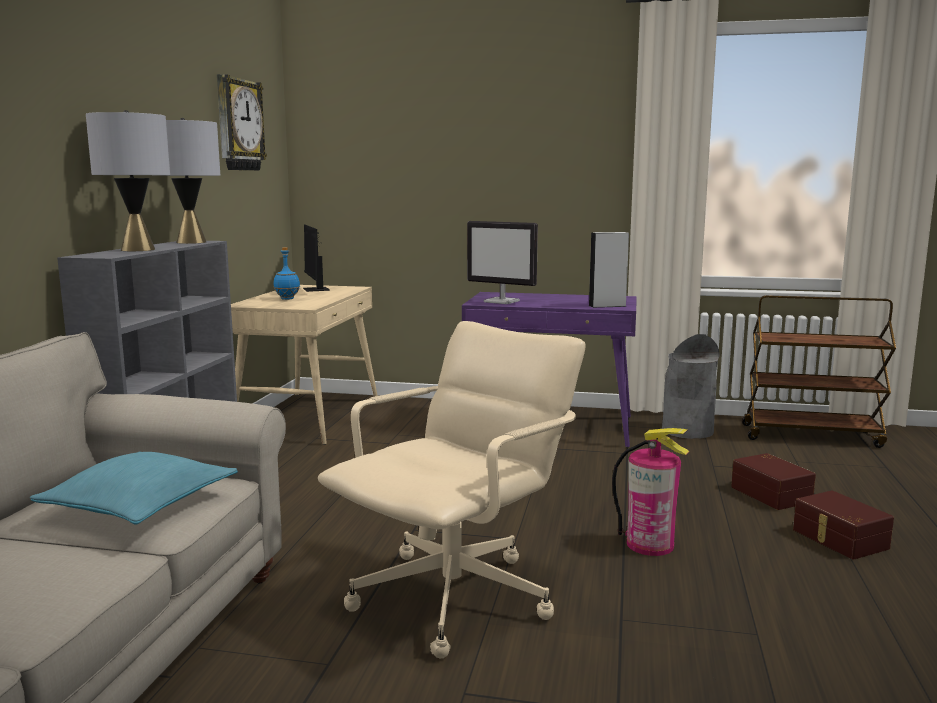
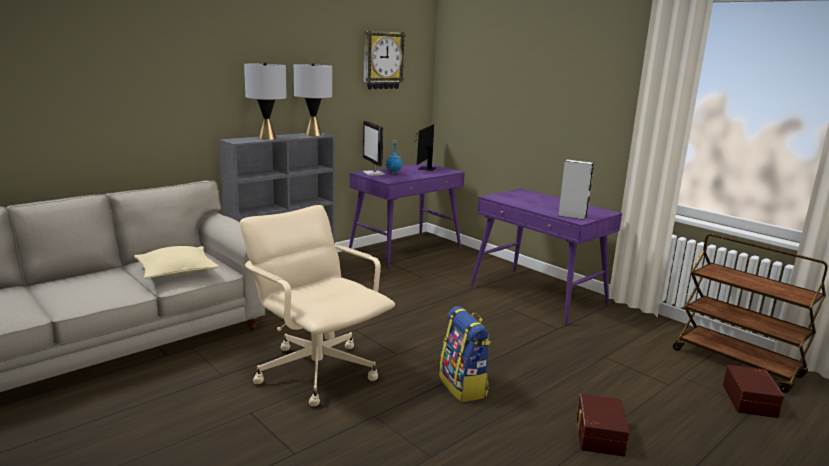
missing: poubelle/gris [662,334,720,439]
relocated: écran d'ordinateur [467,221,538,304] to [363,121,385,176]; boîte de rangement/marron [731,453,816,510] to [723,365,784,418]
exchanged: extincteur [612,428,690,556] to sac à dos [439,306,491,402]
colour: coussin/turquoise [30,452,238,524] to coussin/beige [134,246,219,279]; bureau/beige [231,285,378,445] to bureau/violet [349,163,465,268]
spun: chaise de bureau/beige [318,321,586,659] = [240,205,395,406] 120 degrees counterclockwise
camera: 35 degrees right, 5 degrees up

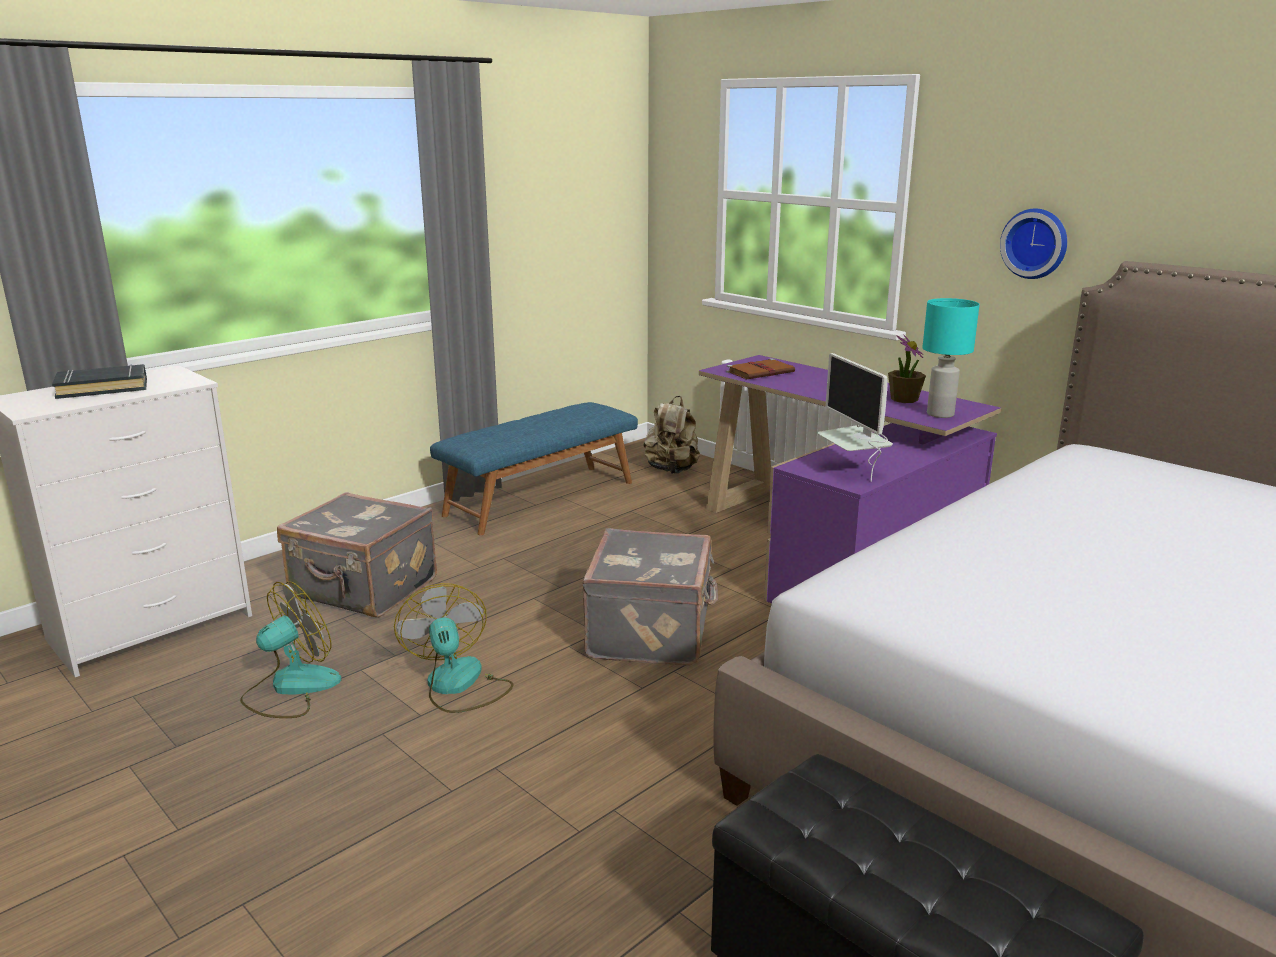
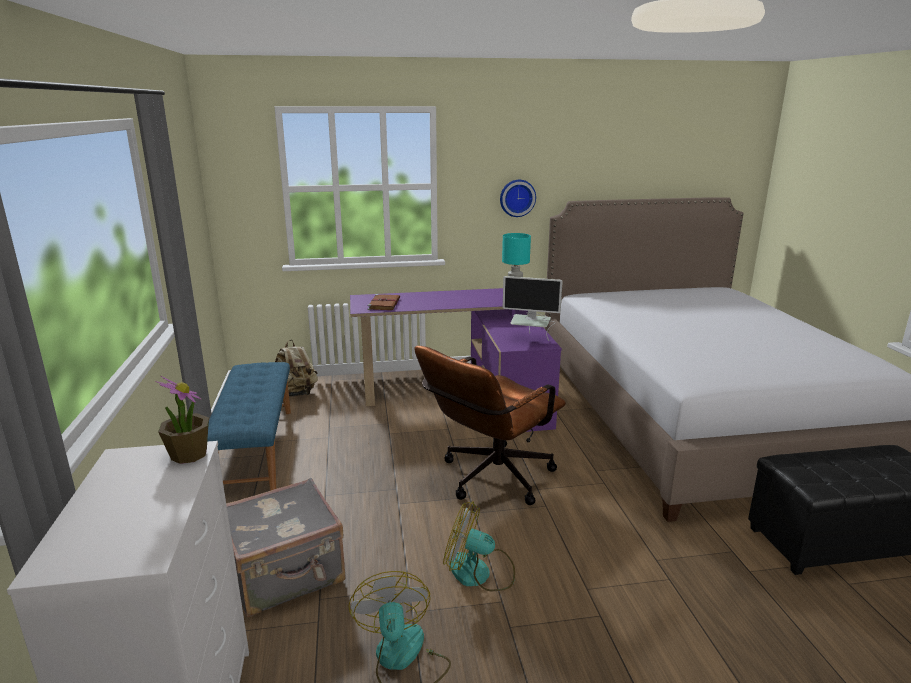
missing: livre/noir [52,364,147,399]
relocated: plante en pot [888,334,926,403] to [155,376,209,464]
exchanged: valise/gris [582,528,718,666] to chaise de bureau/marron [415,346,566,505]
camera: 55 degrees left, 0 degrees up

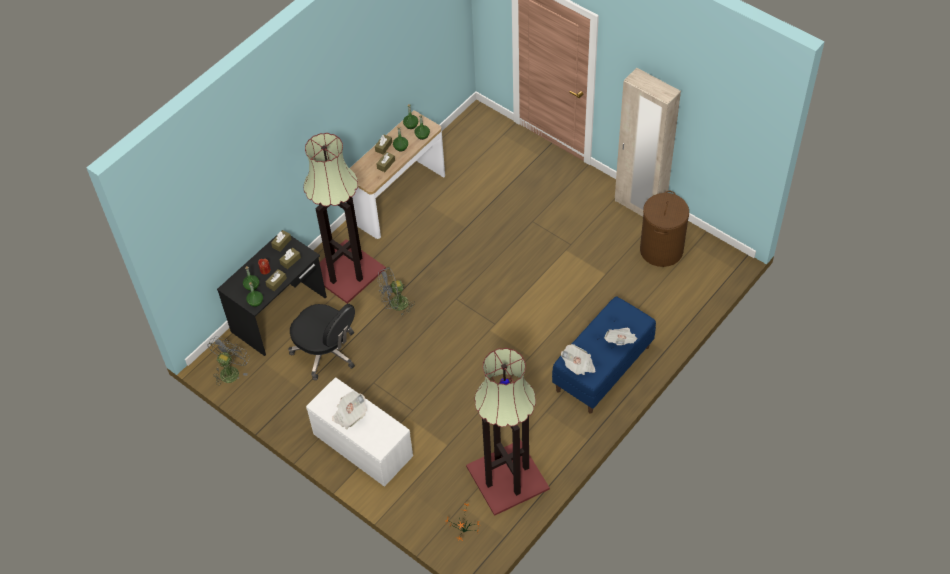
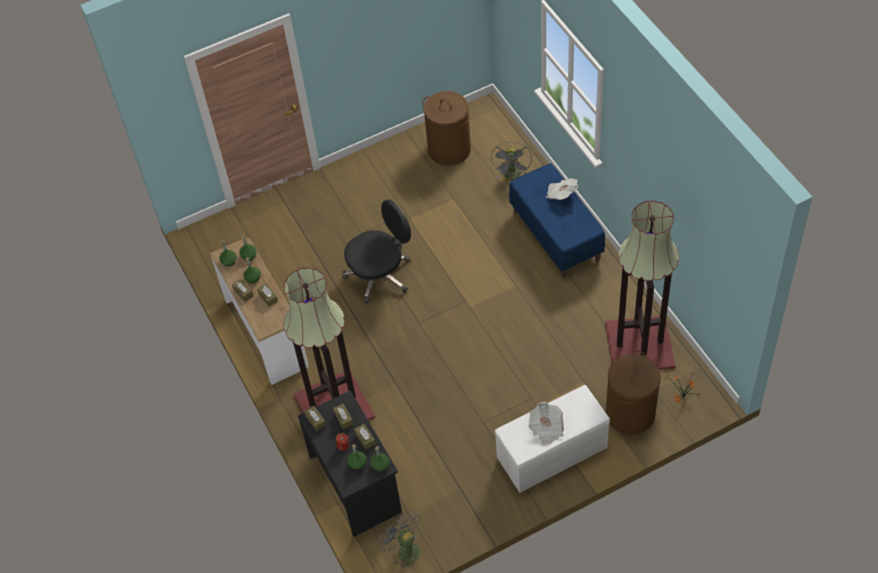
missing: journal [561,344,595,375]; armoire/beige [615,68,681,217]
appeared: panier à linge/marron [606,351,660,435]
relocated: chaise de bureau/noir [288,304,355,380] to [342,200,411,304]; ventilateur/gris [378,267,414,316] to [491,142,532,179]
camera: 65 degrees left, 0 degrees up

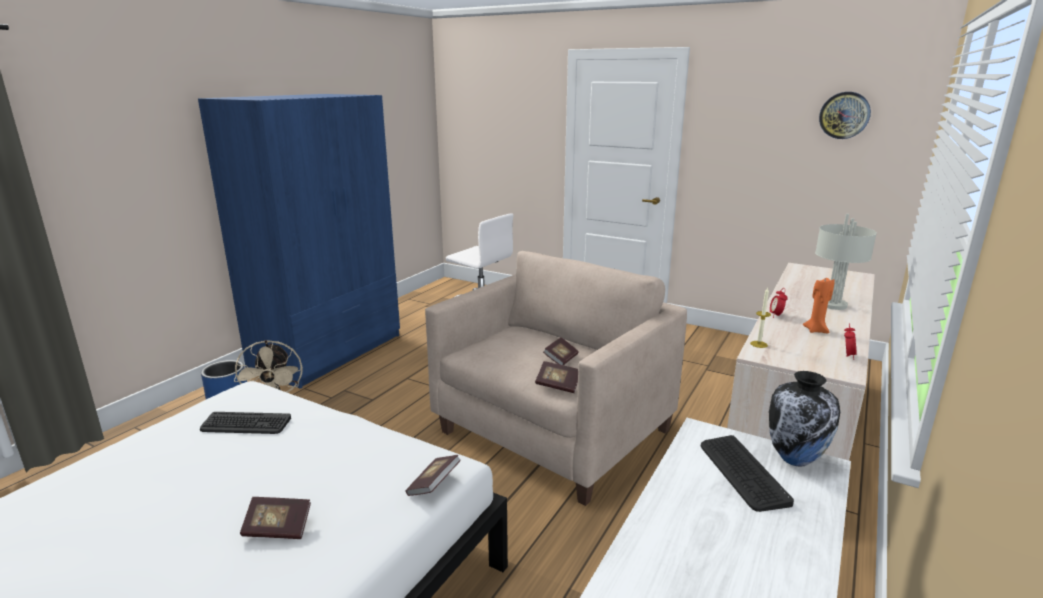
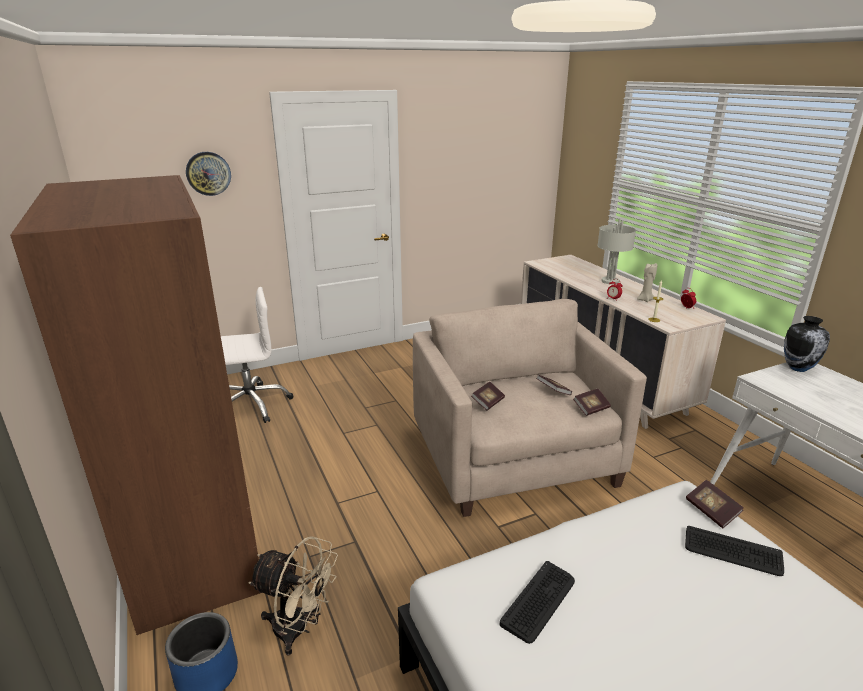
relocated: livre [240,497,311,539] to [471,382,505,411]; clavier [701,435,794,512] to [685,526,784,576]; horloge murale [819,92,871,139] to [186,152,231,196]
colour: armoire/bleu [198,94,400,389] to armoire/marron [10,175,260,635]; bougie/orange [803,277,834,333] to bougie/beige [637,263,657,302]
camera: 55 degrees left, 5 degrees up

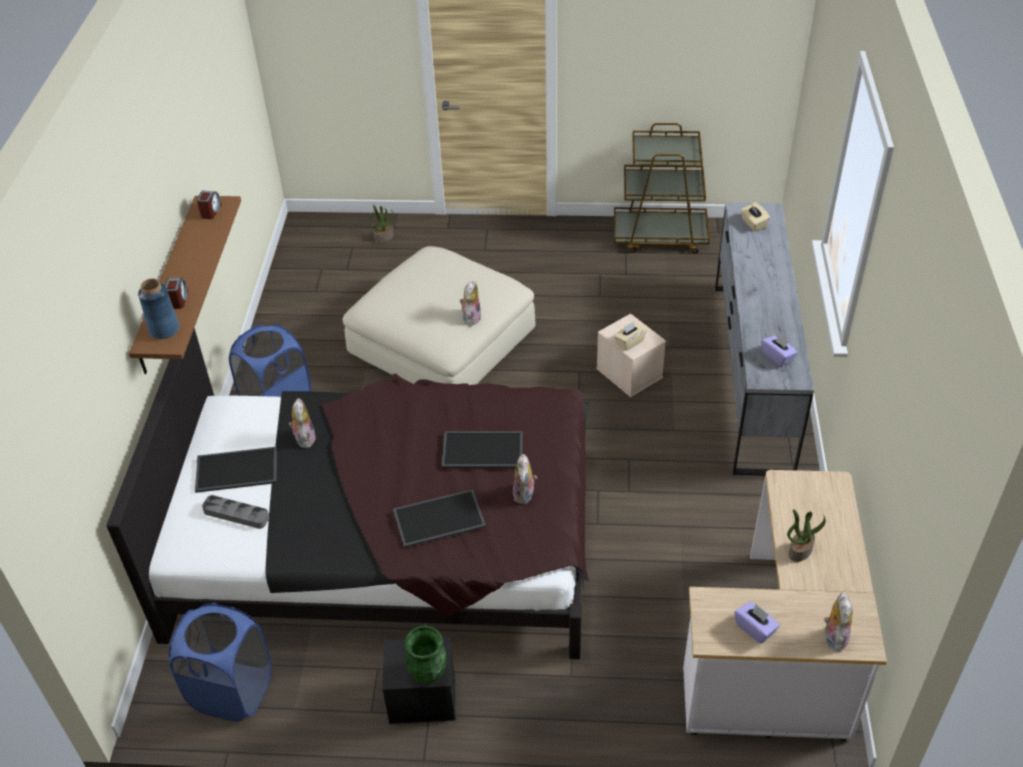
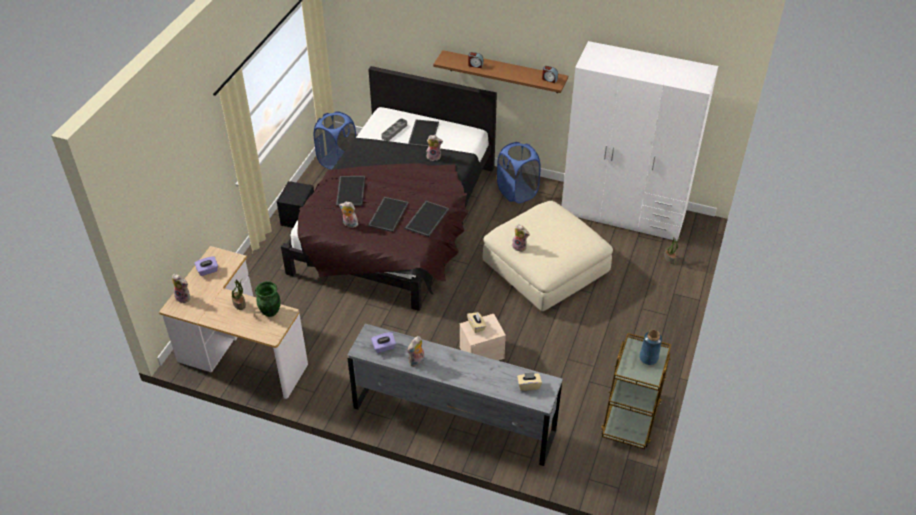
appeared: plateau [405,201,449,237]; peluche [407,336,425,367]; armoire/blanc [562,41,718,241]
relocated: vase/bleu [138,279,180,339] to [639,330,662,365]; vase/vert [404,626,447,684] to [255,281,281,317]
camera: 105 degrees right, 0 degrees up

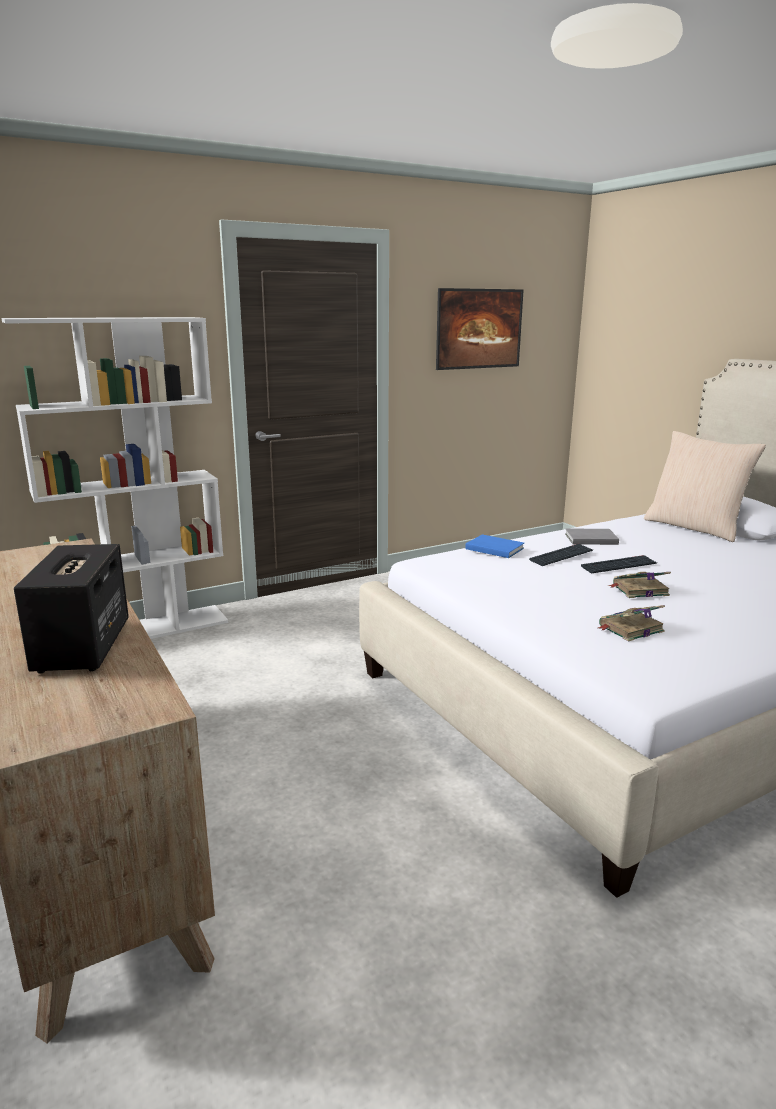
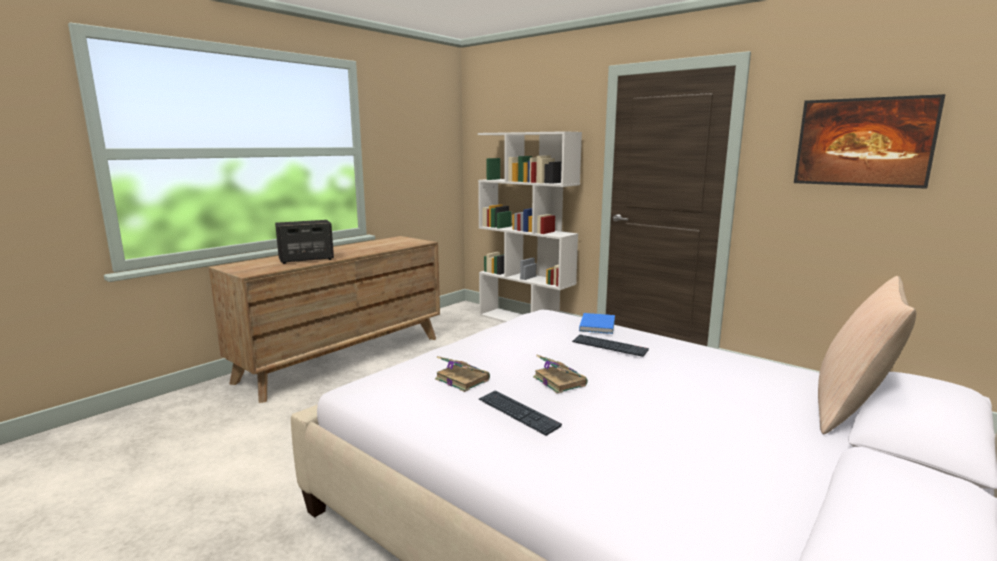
missing: livre/gris [565,529,619,545]
relocated: clavier [581,555,657,574] to [479,390,562,436]
camera: 70 degrees right, 5 degrees down

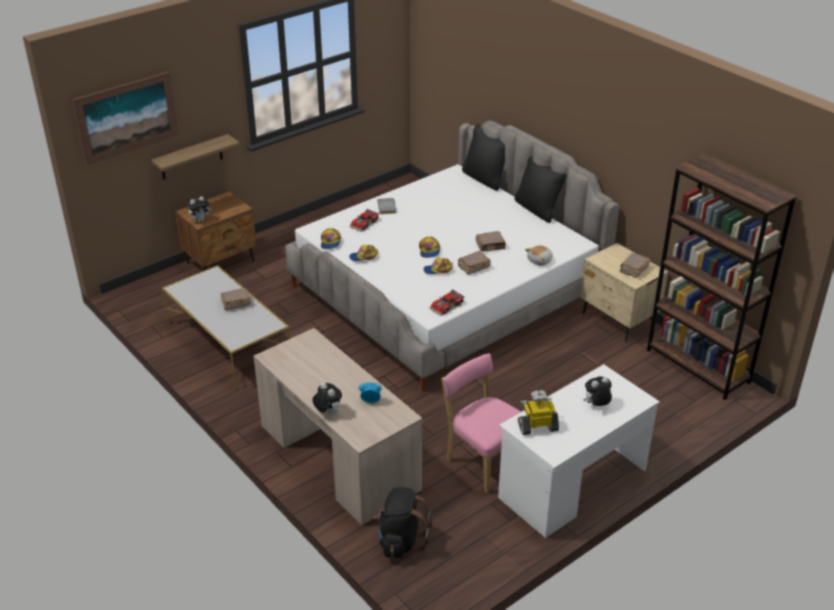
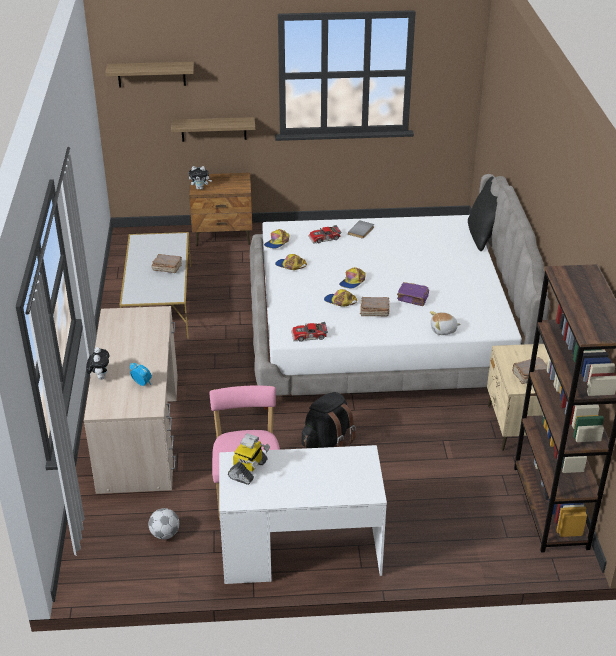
missing: coussin/noir [515,156,566,223]; peluche [583,377,612,406]
appeared: ballon de foot [149,508,179,540]
relocated: sac à dos/noir [374,487,432,558] to [302,392,356,448]
exchanged: tableau [73,72,179,165] to étagère [105,62,194,88]
colour: livre/marron [476,231,506,251] to livre/violet [397,282,429,306]
spun: robot jouet [518,390,559,435] = [228,433,270,485] 90 degrees clockwise
camera: 35 degrees right, 0 degrees up

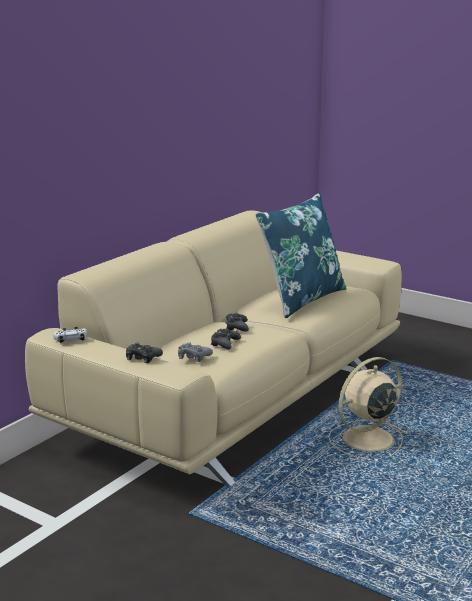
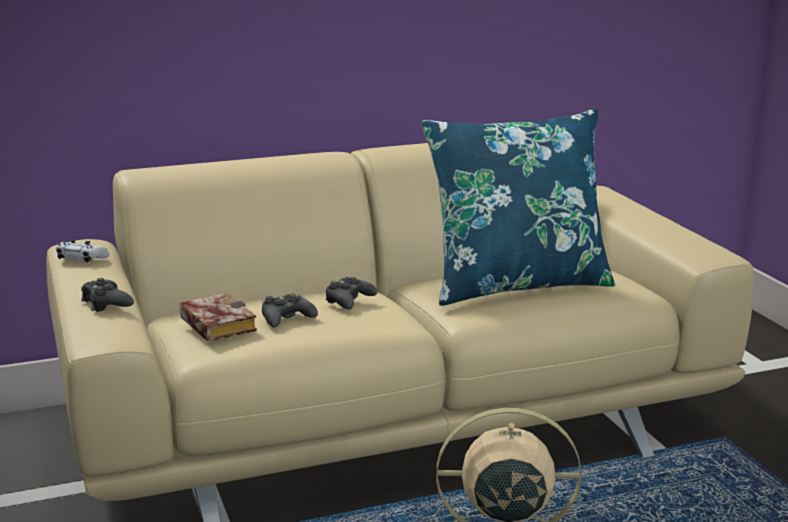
exchanged: manette/gris [178,342,213,362] to livre [180,293,257,342]
camera: 35 degrees right, 0 degrees up

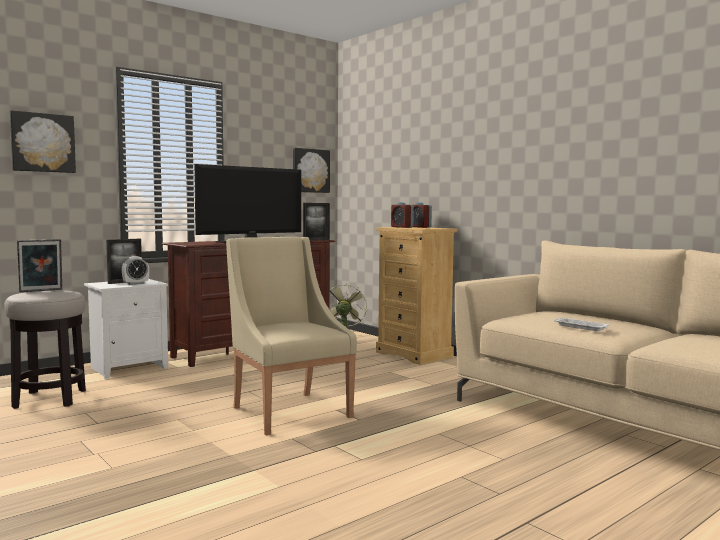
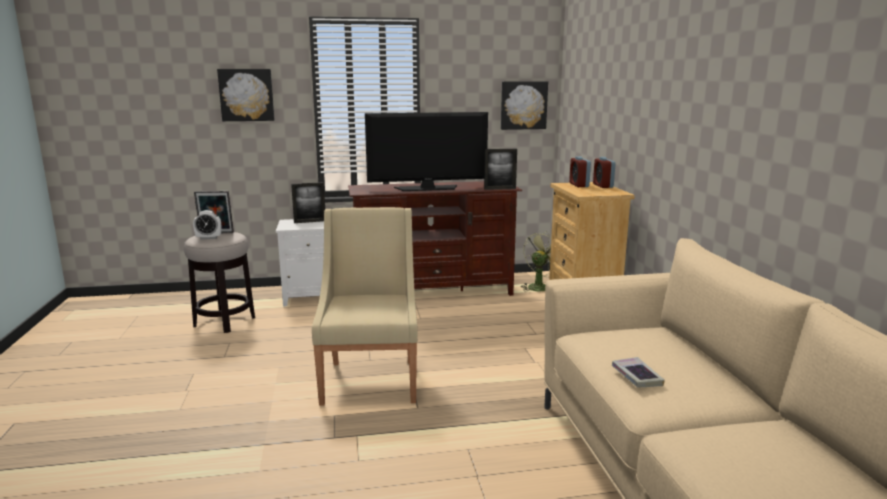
relocated: réveil [122,256,149,285] to [193,210,221,240]
exchanged: plateau/blanc [554,317,609,331] to livre [612,357,665,387]
camera: 30 degrees right, 10 degrees up

